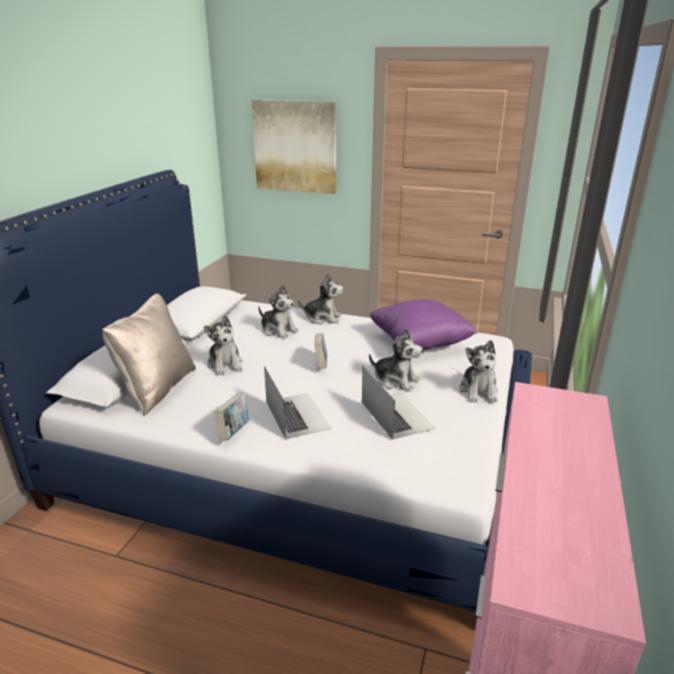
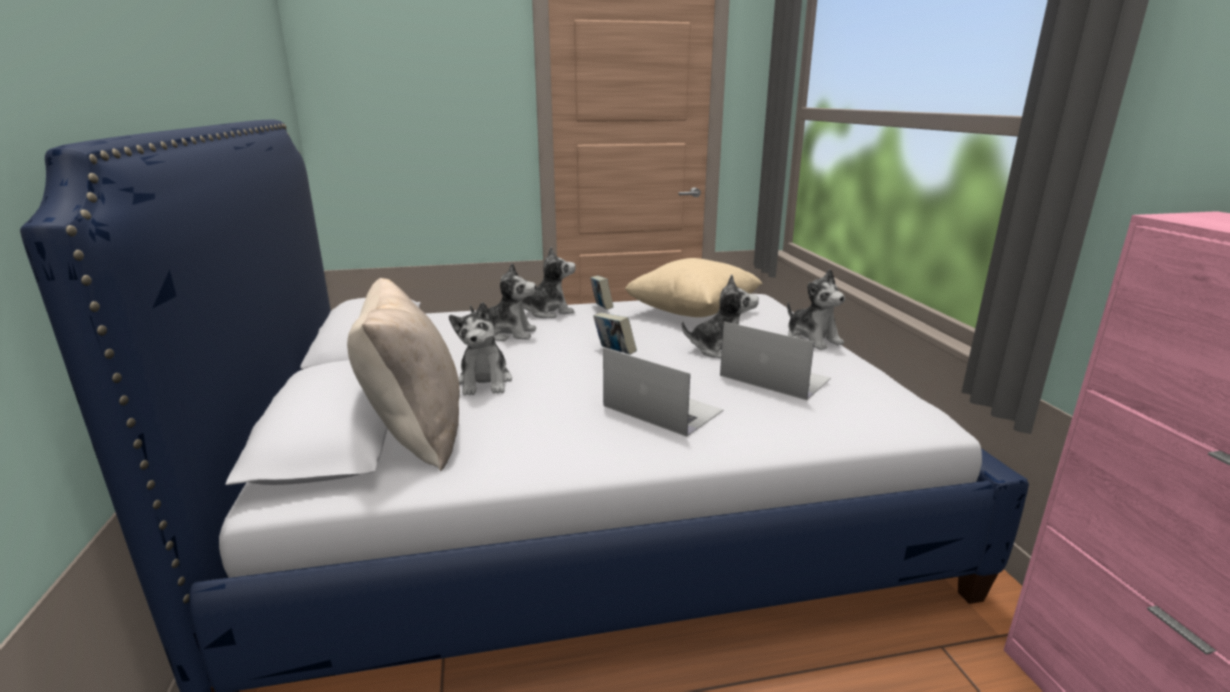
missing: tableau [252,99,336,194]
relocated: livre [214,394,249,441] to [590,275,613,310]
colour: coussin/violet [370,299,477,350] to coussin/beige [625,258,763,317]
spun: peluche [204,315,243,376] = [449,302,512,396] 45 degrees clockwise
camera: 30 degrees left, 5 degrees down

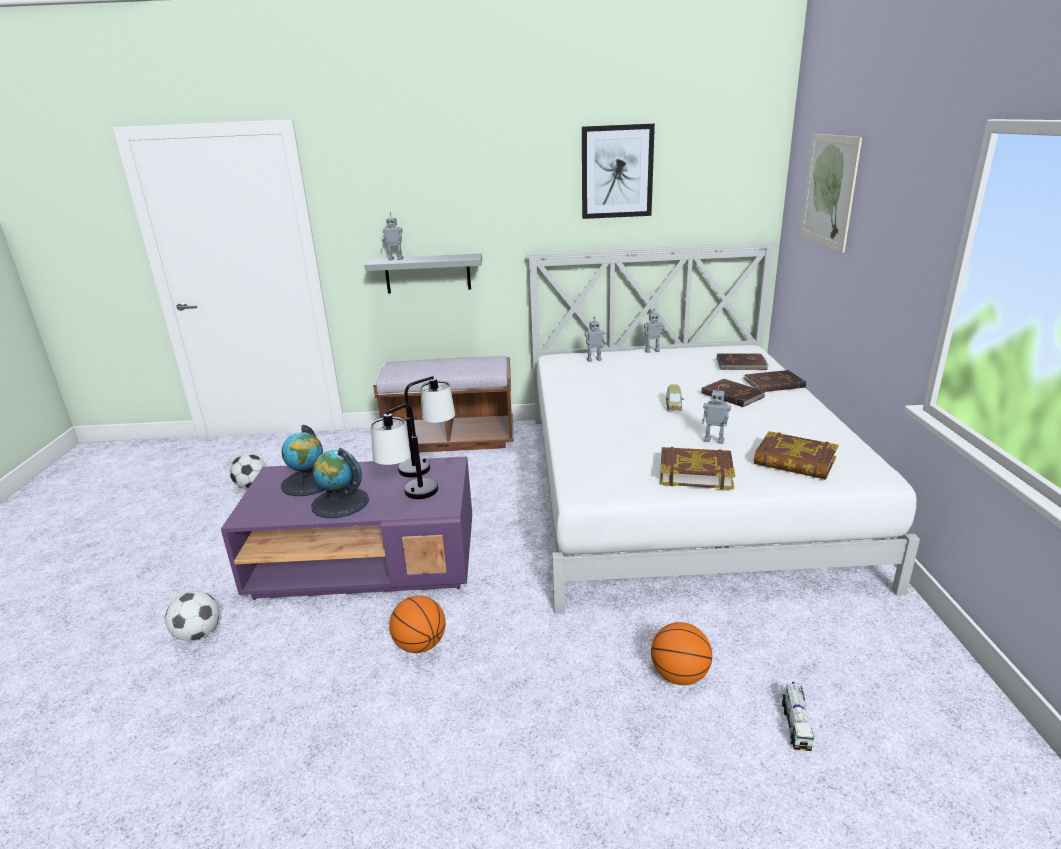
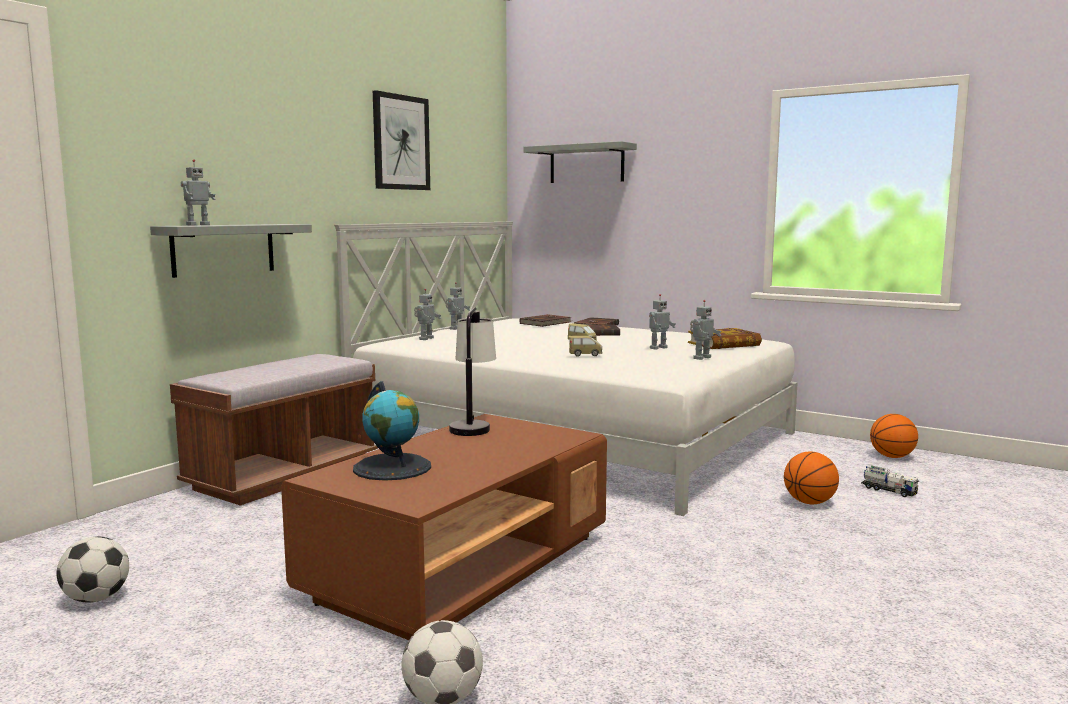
missing: globe [311,448,369,518]; lampe de table [371,404,438,499]
appeared: petite voiture [569,336,603,357]
relocated: ballon de basket [389,595,446,653] to [870,414,918,458]
exchanged: livre [660,447,735,489] to robot jouet [690,300,721,360]; tableau [800,134,862,253] to étagère/gris [523,141,637,183]
colour: table basse/violet [221,457,472,600] to table basse/marron [281,414,607,640]
camera: 55 degrees left, 15 degrees down

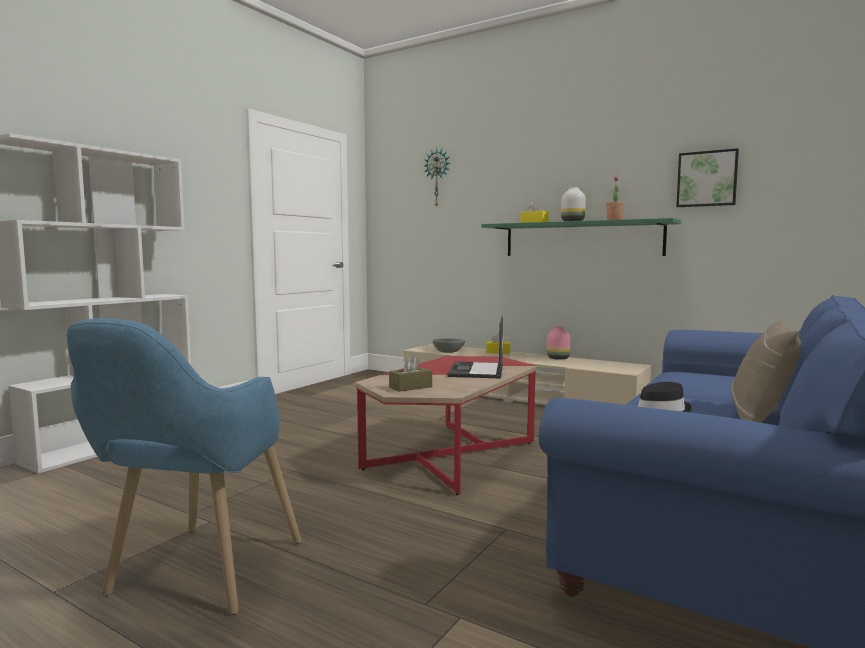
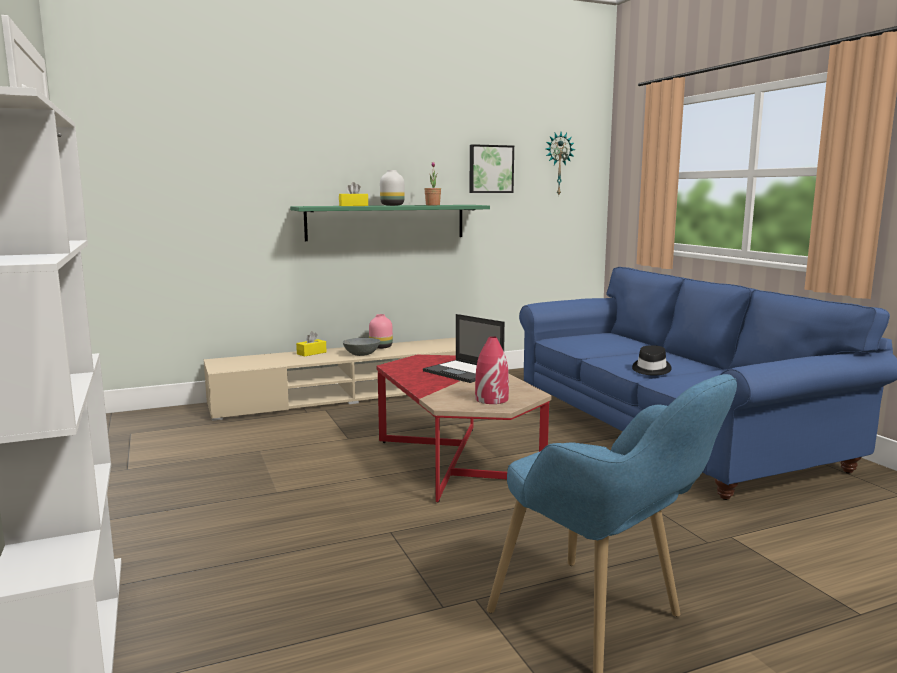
missing: coussin/beige [731,320,801,423]
relocated: horloge murale [423,148,450,208] to [546,132,575,195]; bol/gris [433,339,465,353] to [343,338,380,356]
exchanged: boîte à mouchoirs/marron [389,355,432,392] to vase/rouge [475,336,509,404]
camera: 55 degrees left, 5 degrees up

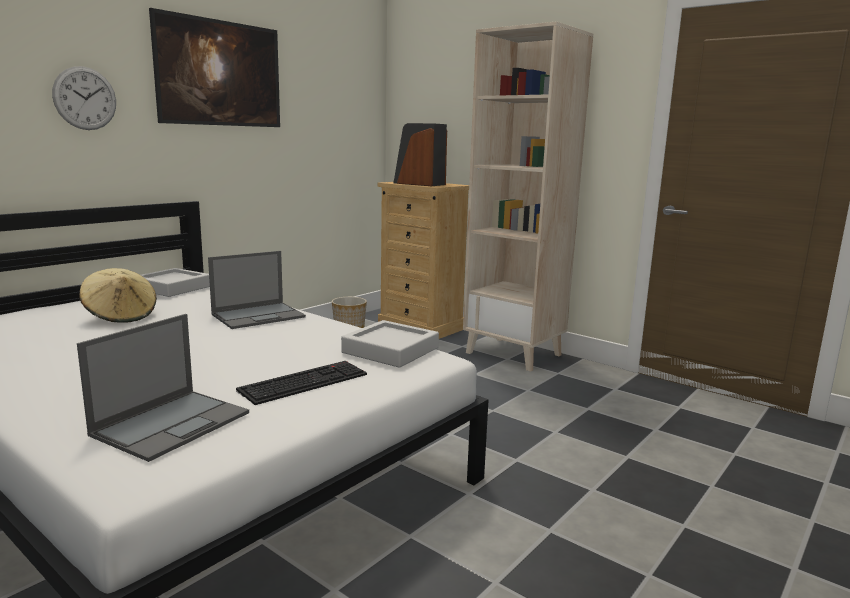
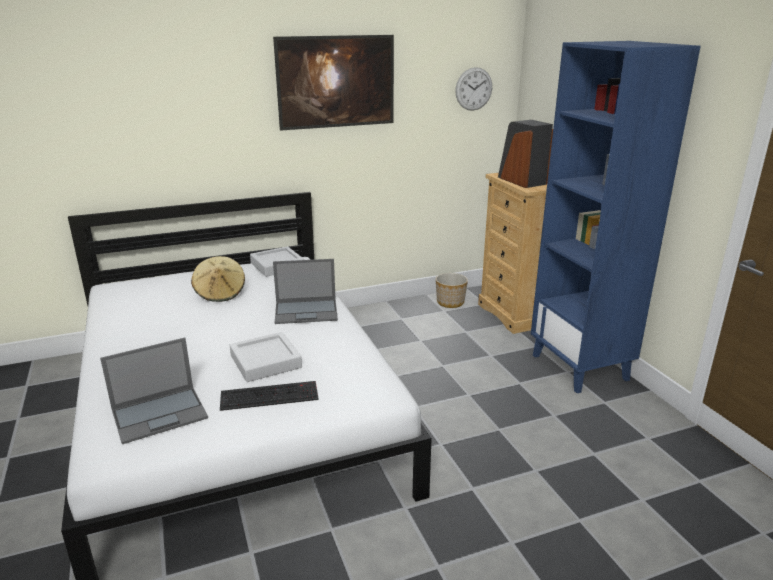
relocated: horloge murale [52,66,116,130] to [455,67,492,111]; plateau/gris [341,320,439,368] to [230,332,302,382]
colour: bibliothèque/beige [463,21,593,372] to bibliothèque/bleu [531,41,701,393]
camera: 30 degrees right, 10 degrees up

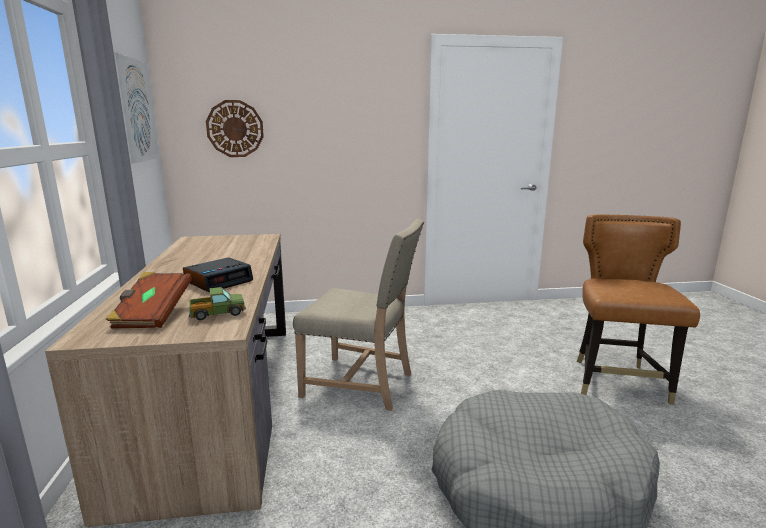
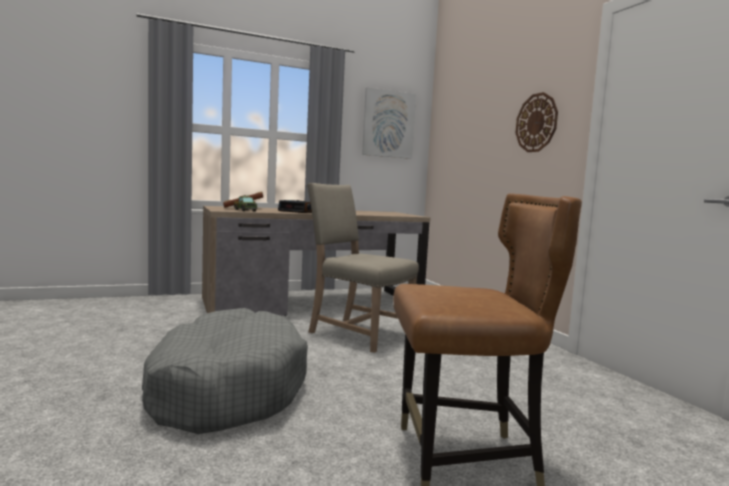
relocated: horloge murale [206,100,264,157] to [516,92,558,152]
spun: chaise/beige [293,219,424,411] = [307,183,419,353] 120 degrees clockwise
camera: 75 degrees right, 10 degrees down

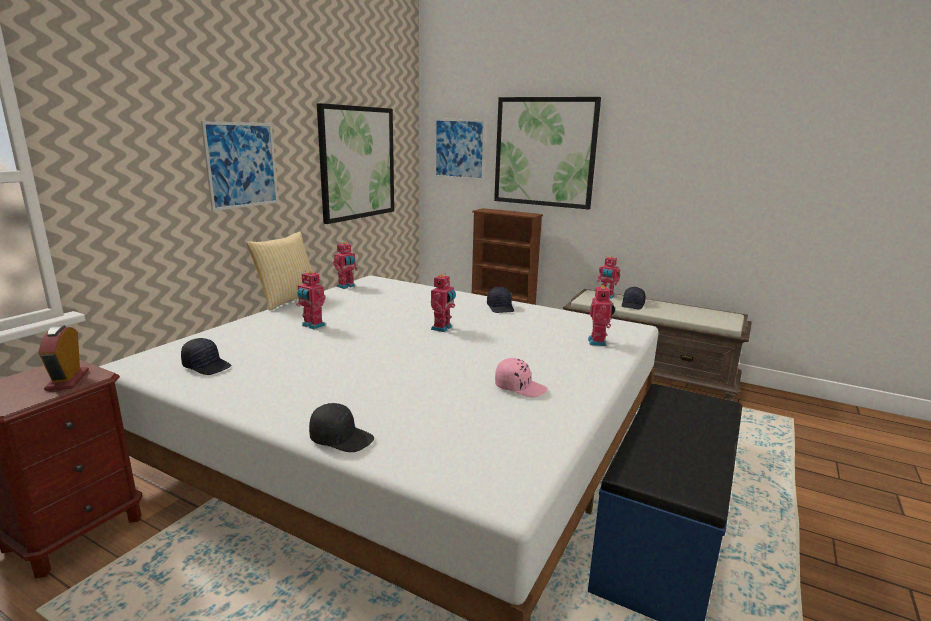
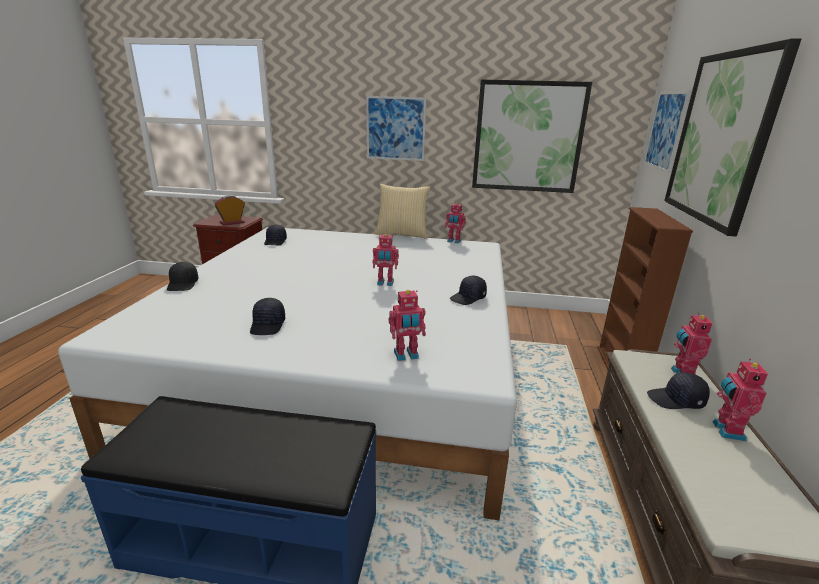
relocated: robot jouet [296,271,326,329] to [713,359,768,441]
colour: casquette/rose [495,358,548,397] to casquette/noir [250,298,285,335]
camera: 70 degrees right, 5 degrees up

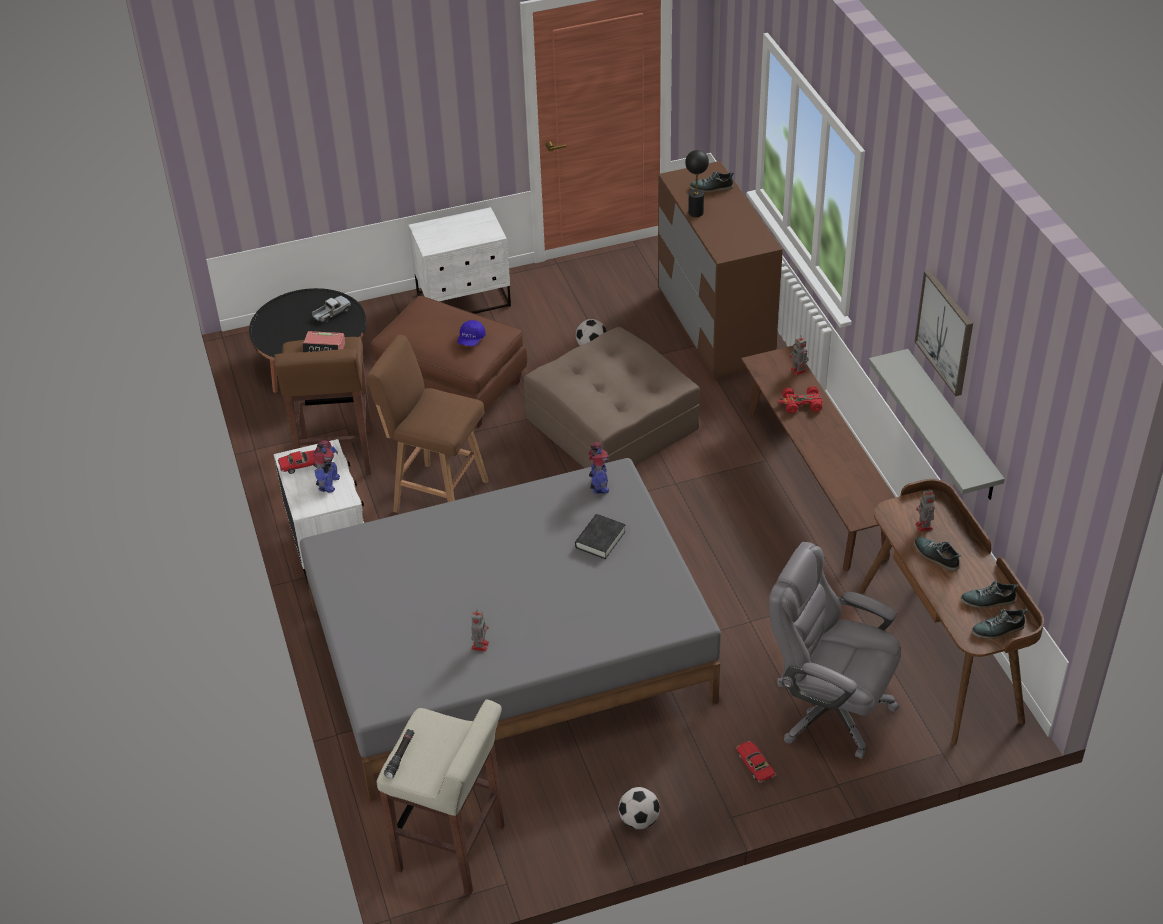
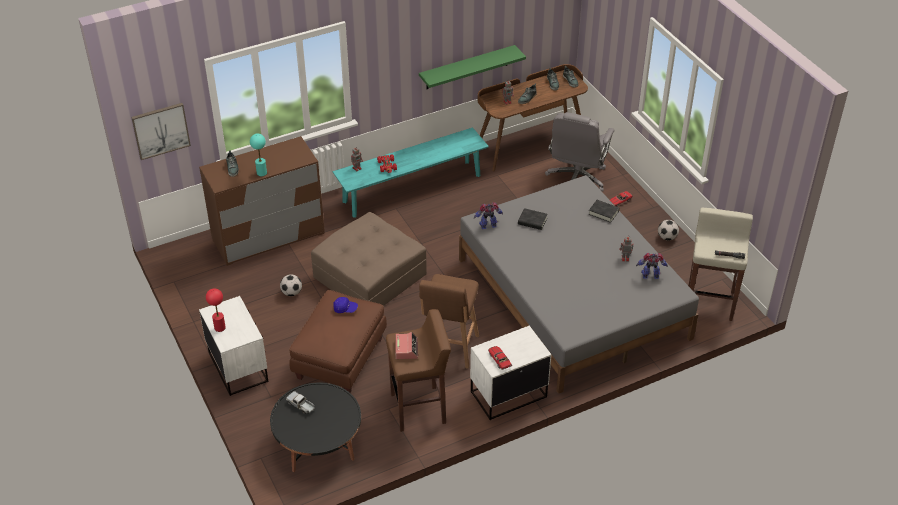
appeared: lampe de table/rouge [206,288,226,332]; livre/noir [588,200,619,223]
relocated: robot jouet [313,440,340,493] to [636,253,668,279]; tableau [914,270,973,396] to [131,103,191,160]
colour: lampe de table/noir [685,150,709,217] to lampe de table/turquoise [250,133,267,176]; banc/marron [741,346,896,571] to banc/turquoise [333,127,489,218]; étagère/gris [868,349,1005,500] to étagère/vert [419,45,526,89]
camera: 100 degrees left, 0 degrees up

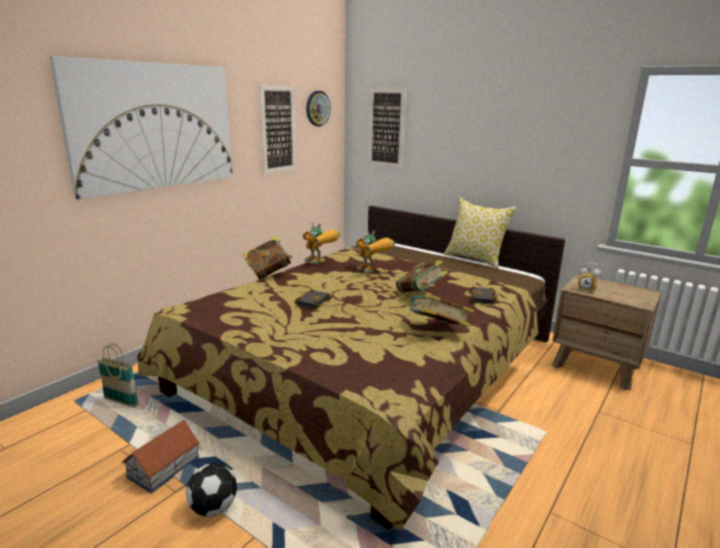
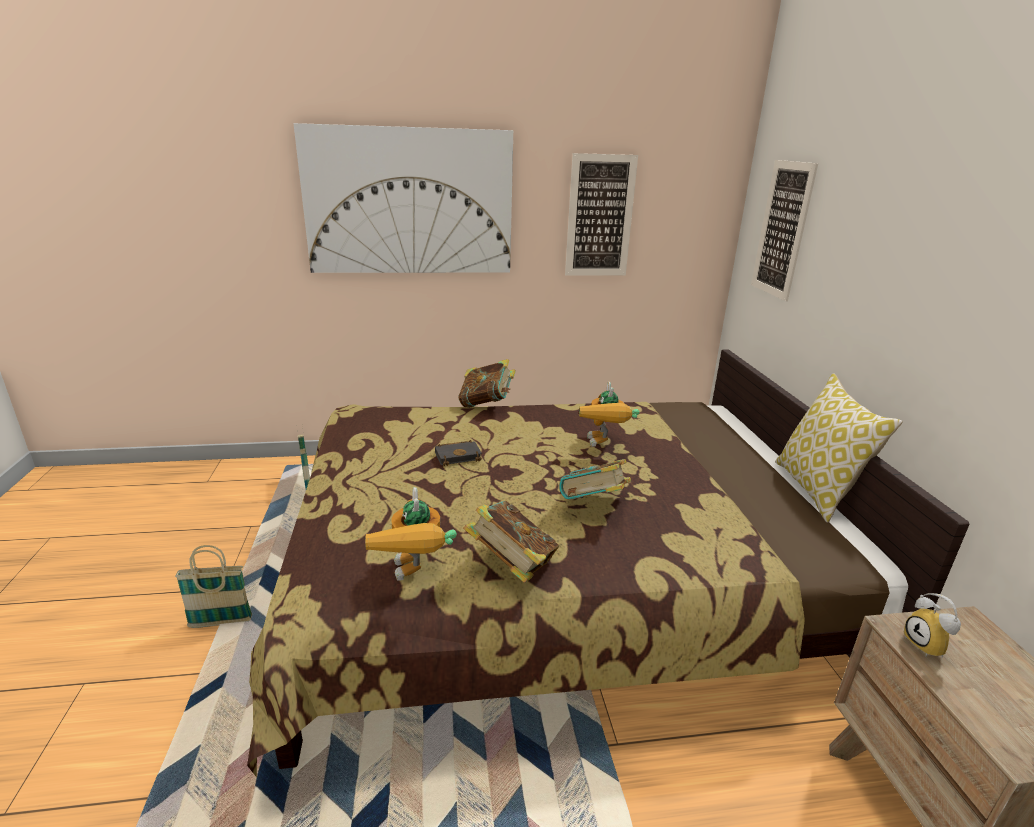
missing: maison miniature [122,420,200,493]; horloge murale [306,91,331,127]; livre/noir [469,286,498,304]
relocated: robot jouet [302,222,341,264] to [365,487,457,581]
exchanged: ballon de foot [186,463,237,517] to panier [175,545,252,628]
camera: 45 degrees right, 5 degrees up

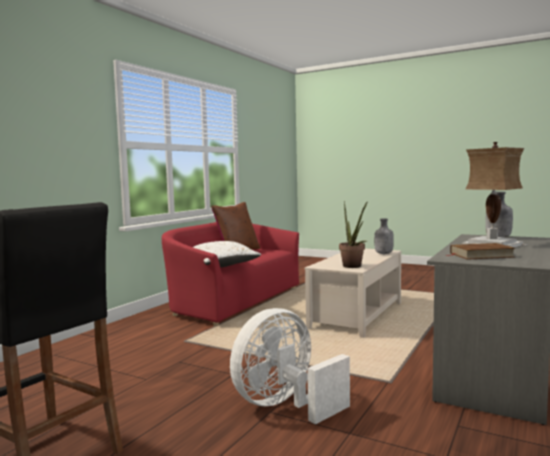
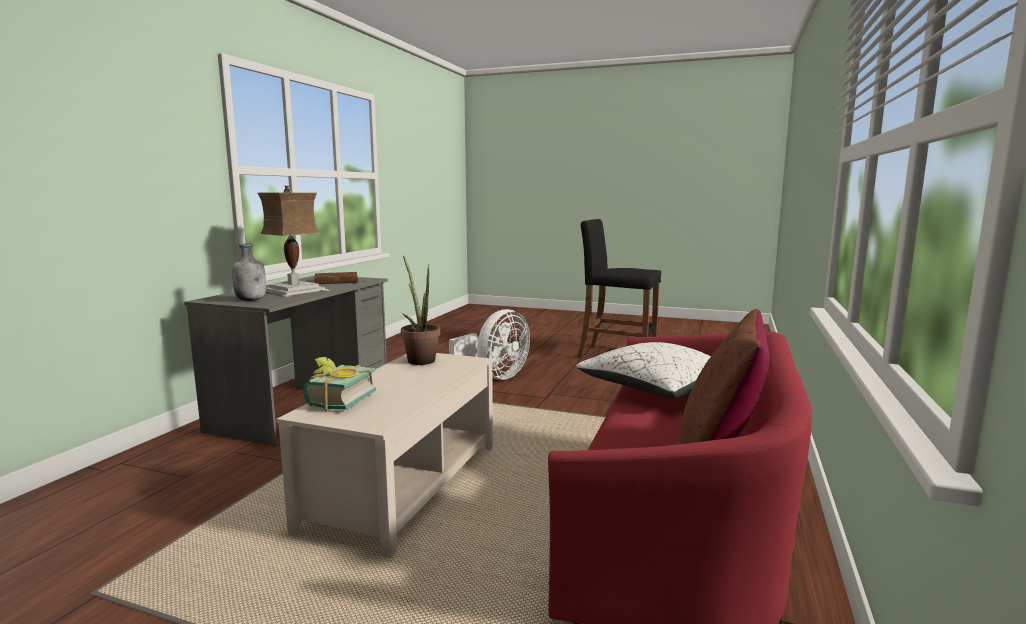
exchanged: bouteille/gris [374,219,394,254] to livre [303,357,376,411]
camera: 170 degrees right, 5 degrees up

